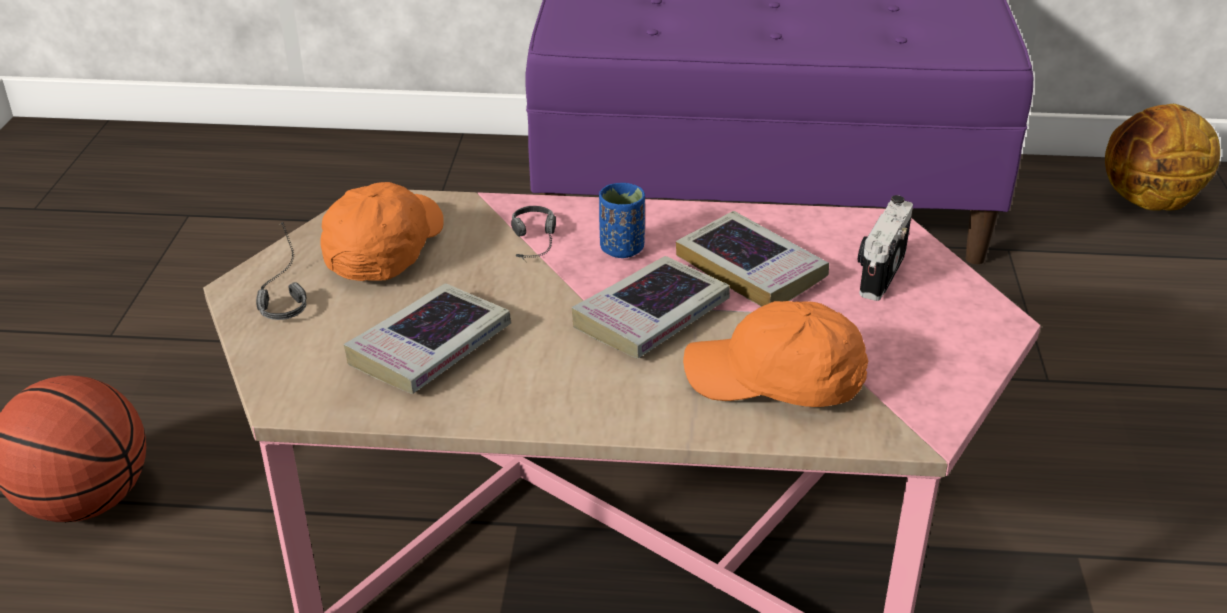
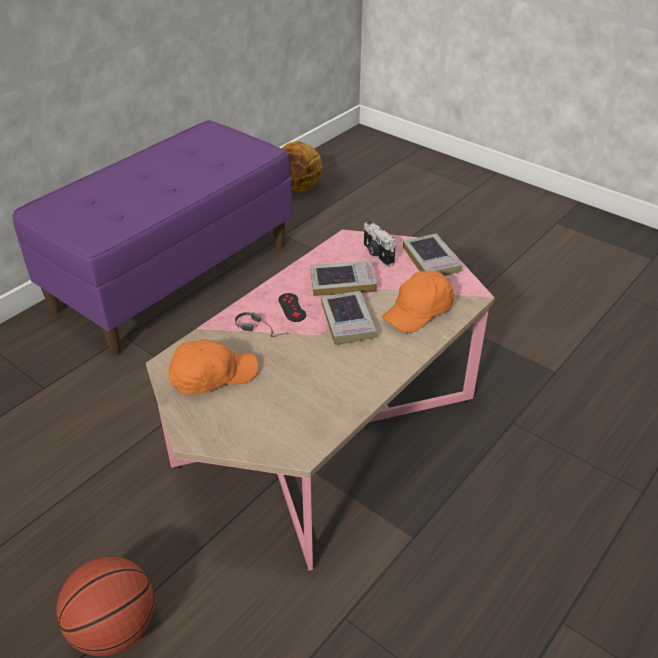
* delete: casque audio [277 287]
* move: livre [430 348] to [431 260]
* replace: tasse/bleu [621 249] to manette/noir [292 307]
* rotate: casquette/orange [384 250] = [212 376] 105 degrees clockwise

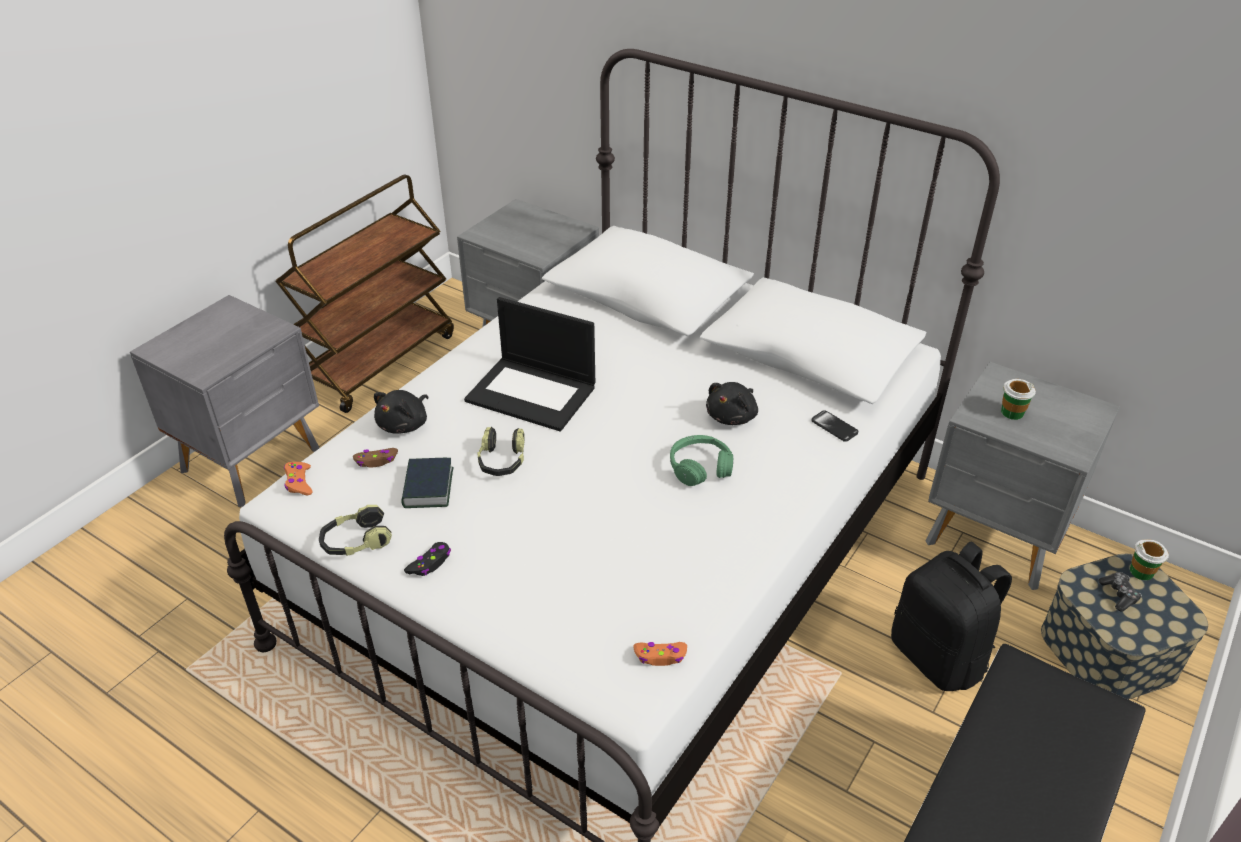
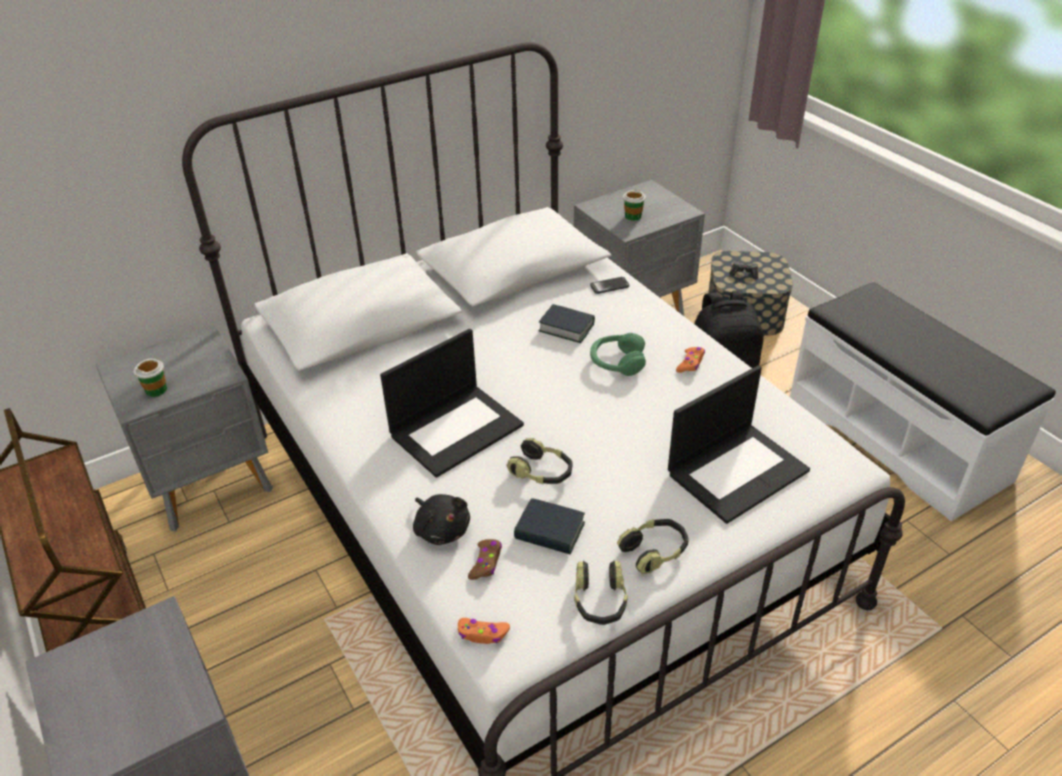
* insert: ordinateur portable [737 471]
* move: manette/orange [660 656] to [690 363]
* move: tasse [1141 572] to [156 390]
* replace: manette/noir [430 563] to casque audio [654 551]
* replace: peluche/noir [732 416] to livre [566 328]

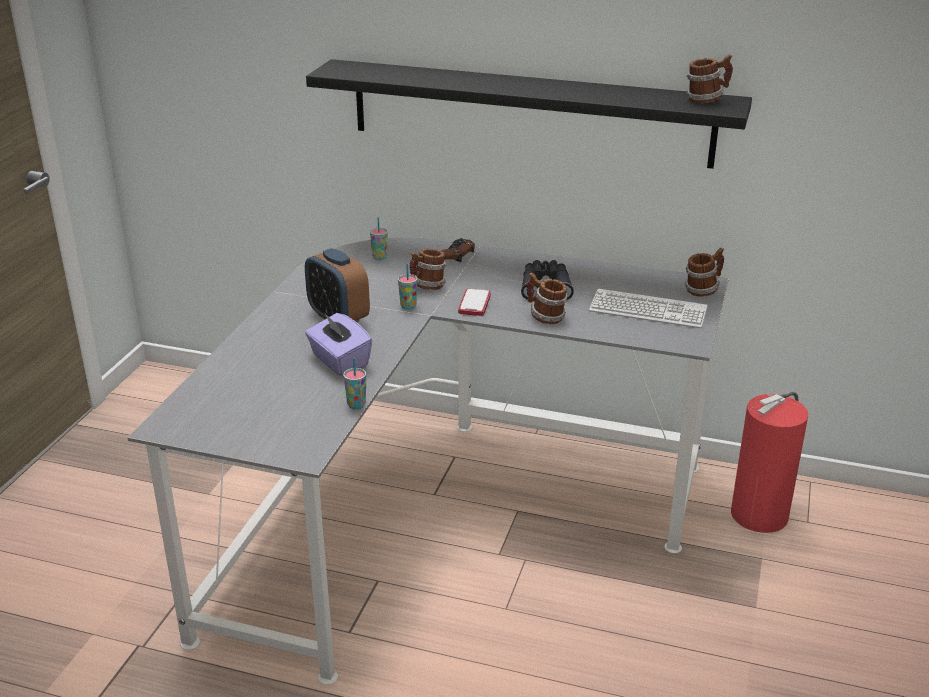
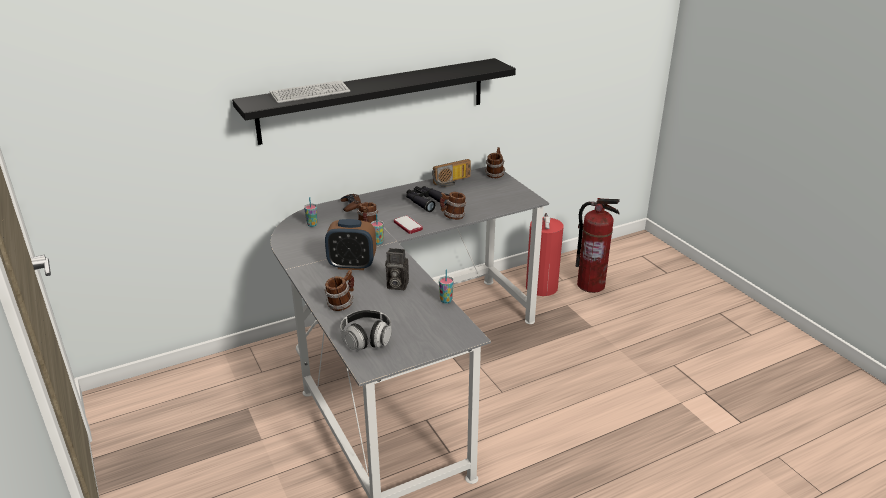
* insert: casque audio [366 339]
* insert: radio [452 182]
* insert: extincteur [590 285]
* move: clavier [647 310] to [310 93]
* move: mug [706 100] to [341 304]
* replace: boîte à mouchoirs/violet [339 361] to appareil photo [396 285]

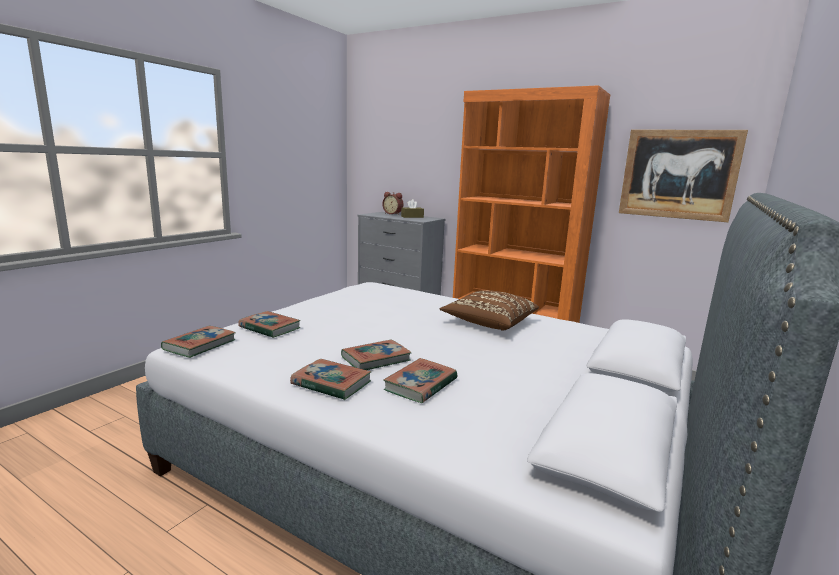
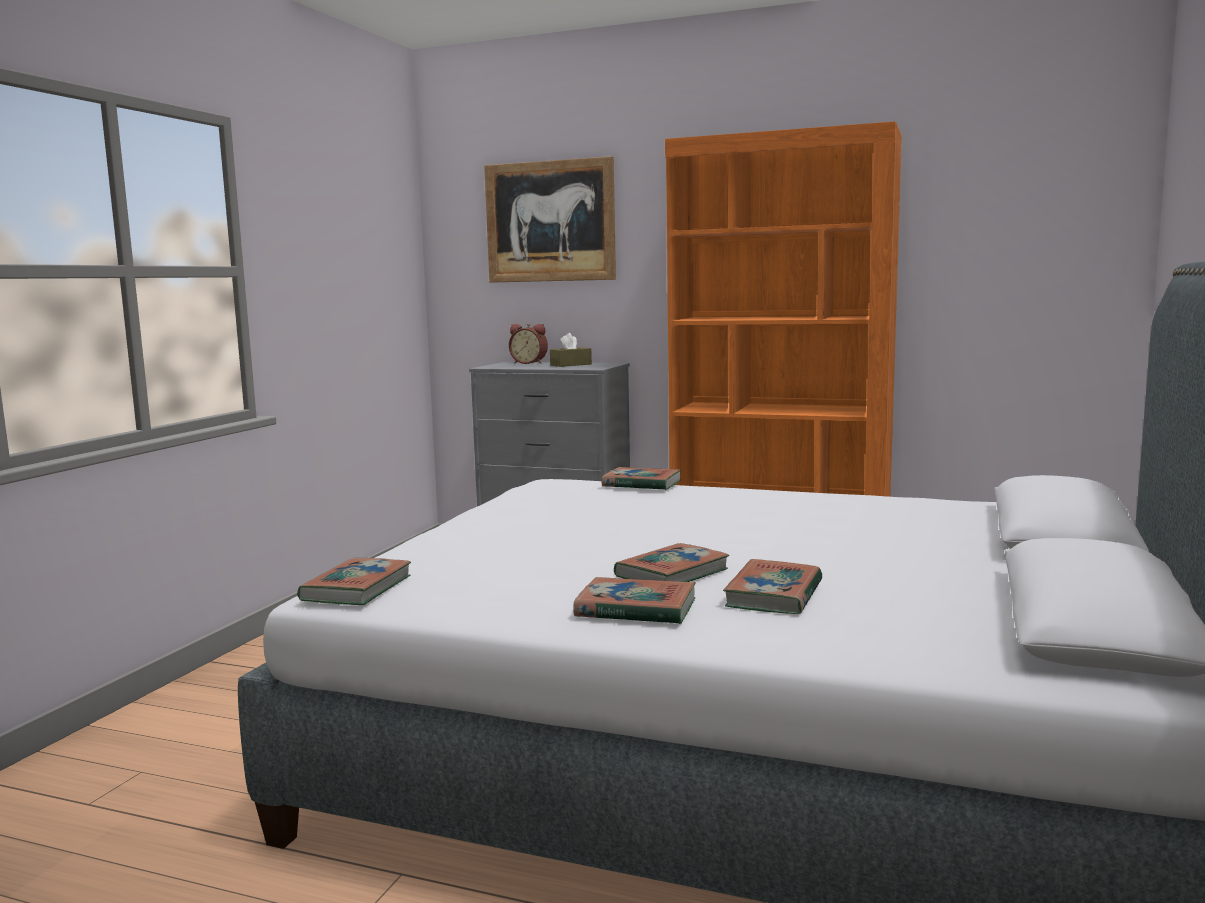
* delete: coussin/marron [489 323]
* move: livre [269 328] to [641 484]
* move: tableau [678 174] to [550 221]

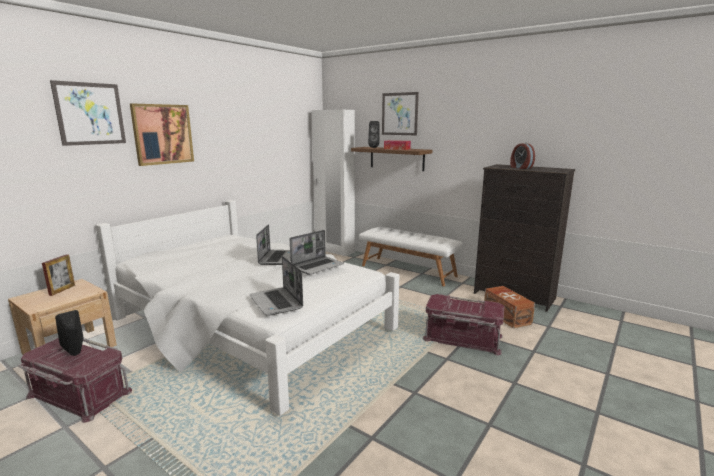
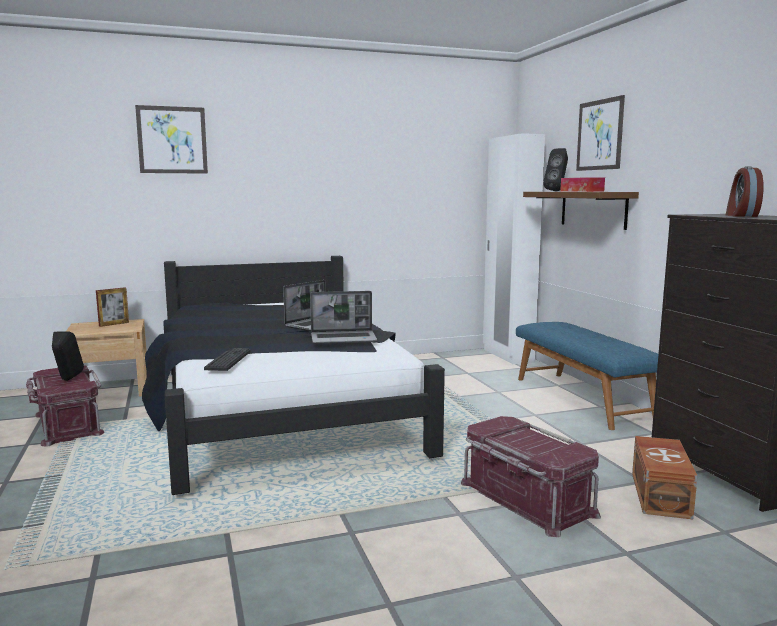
* delete: tableau [163 134]
* replace: ordinateur portable [277 302] to clavier [228 360]
* recolor: lit/blanc [251 326] to lit/noir [280 411]
* recolor: banc/blanc [408 270] to banc/bleu [582 399]

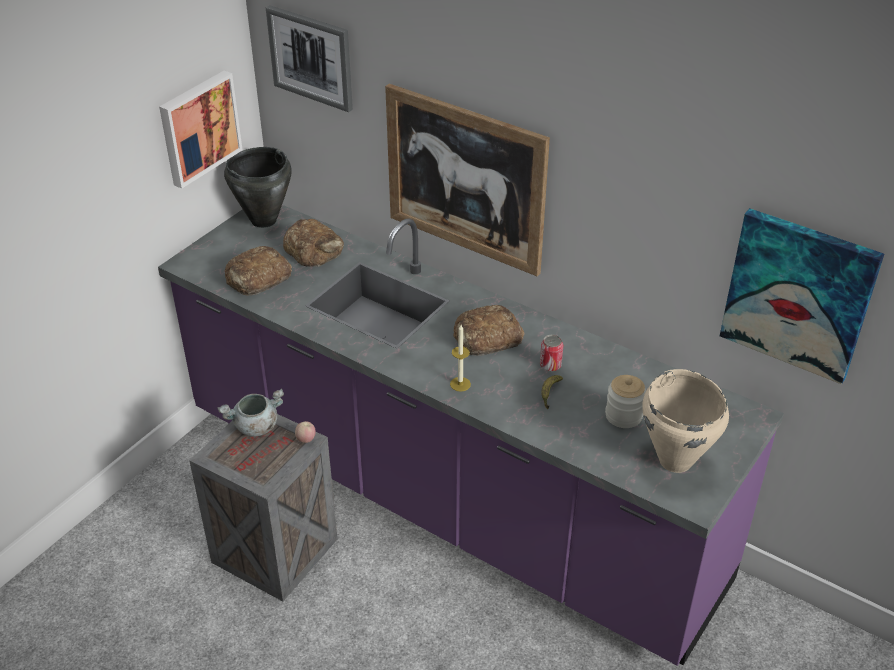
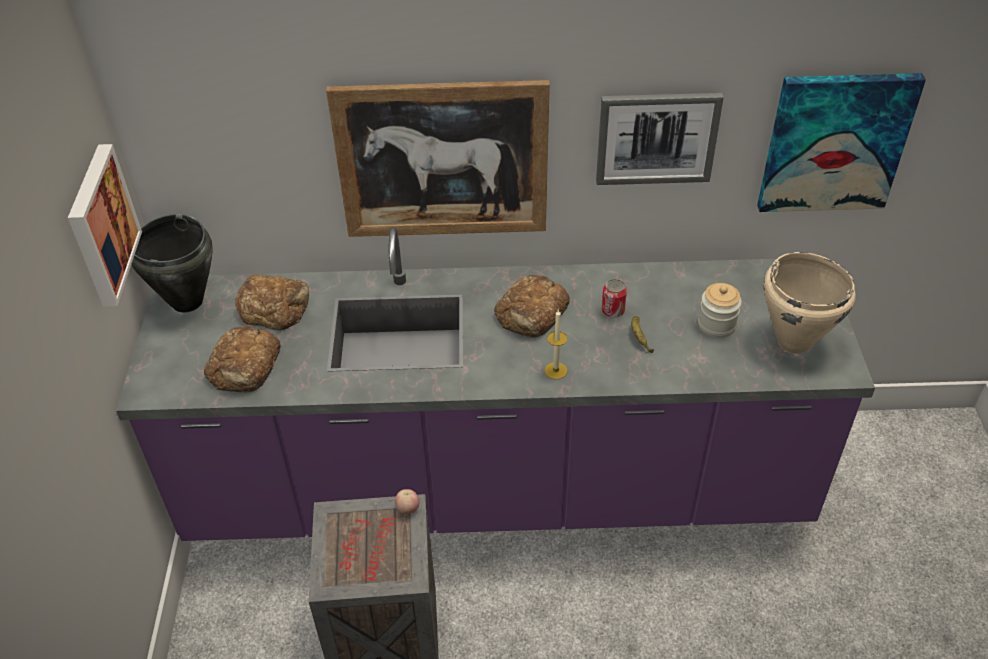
* delete: marmite/gris [255 427]
* move: tableau [311 57] to [656 138]

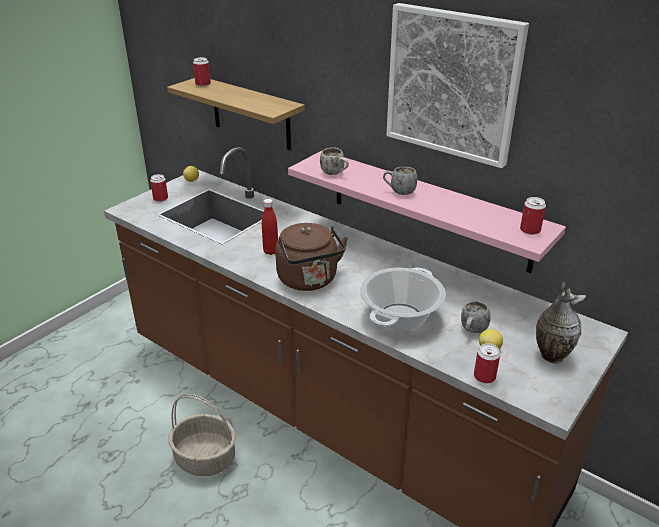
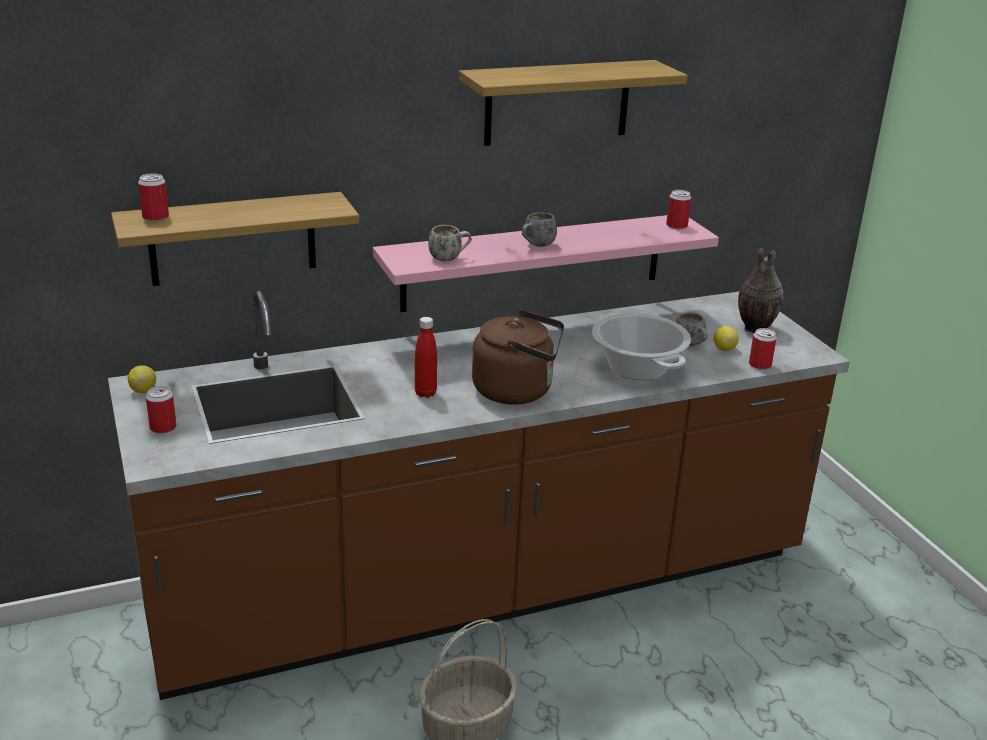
* replace: tableau [452 84] to étagère [557 102]

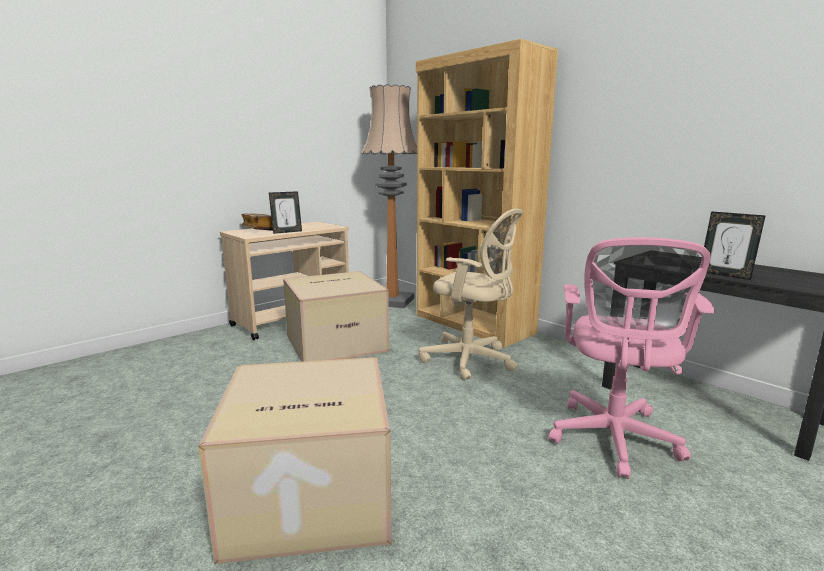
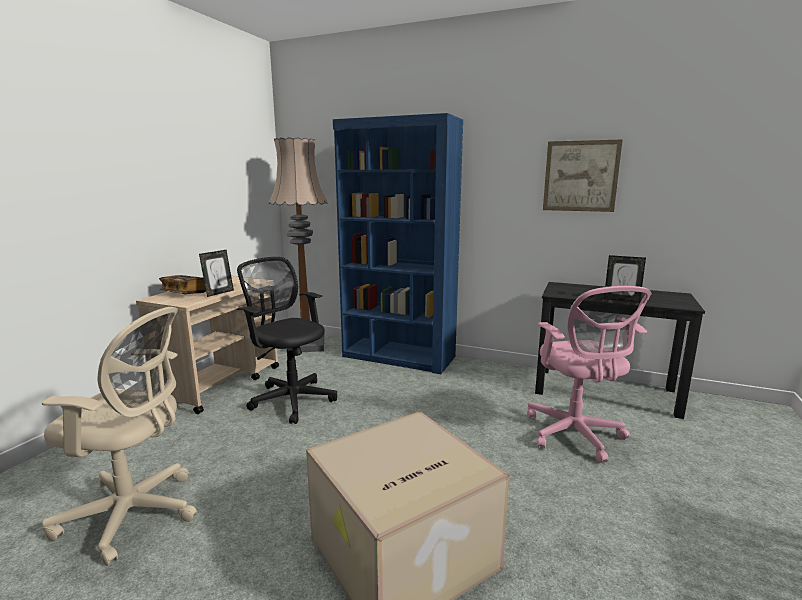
* insert: tableau [580 176]
* move: chaise de bureau/beige [471 360] to [135 514]
* replace: carton [337 342] to chaise de bureau/noir [291 399]
* recolor: bibliothèque/marron [473 324] to bibliothèque/bleu [398 357]

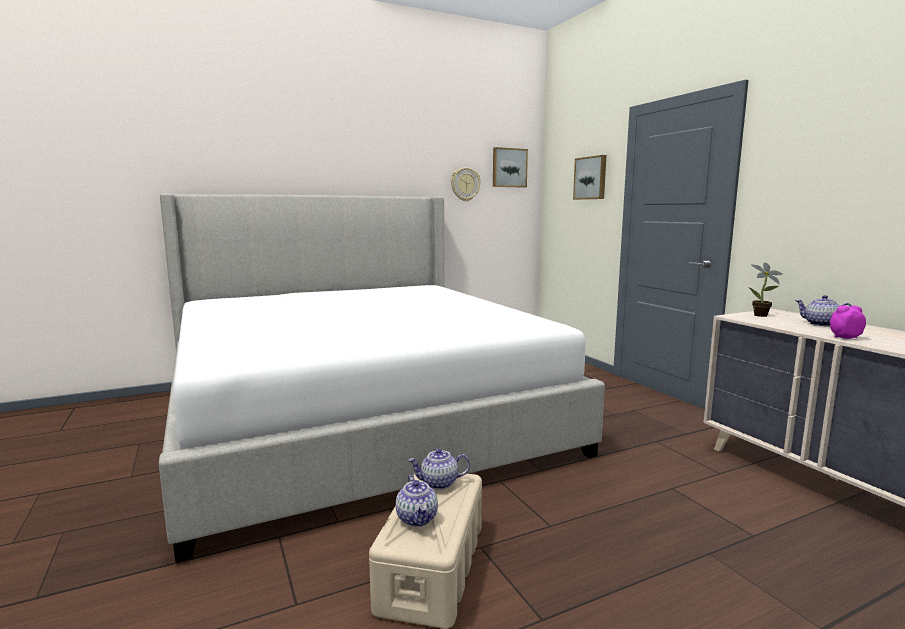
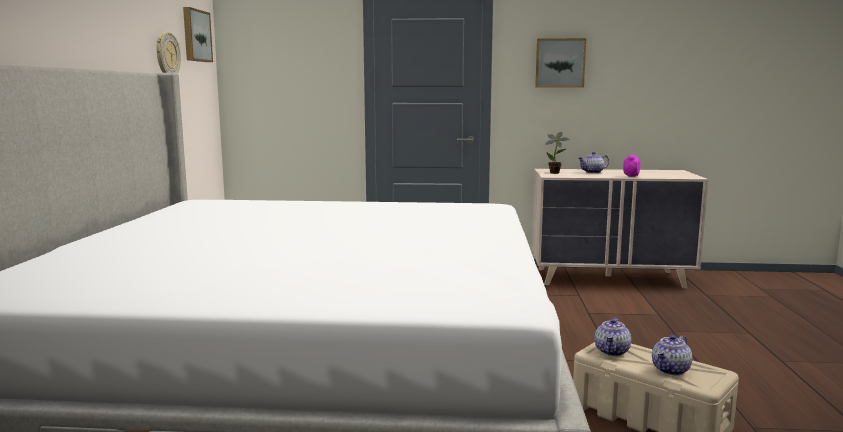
* move: tableau [591 178] to [560 63]
* rotate: théière [417 518] = [671 370] 120 degrees clockwise

